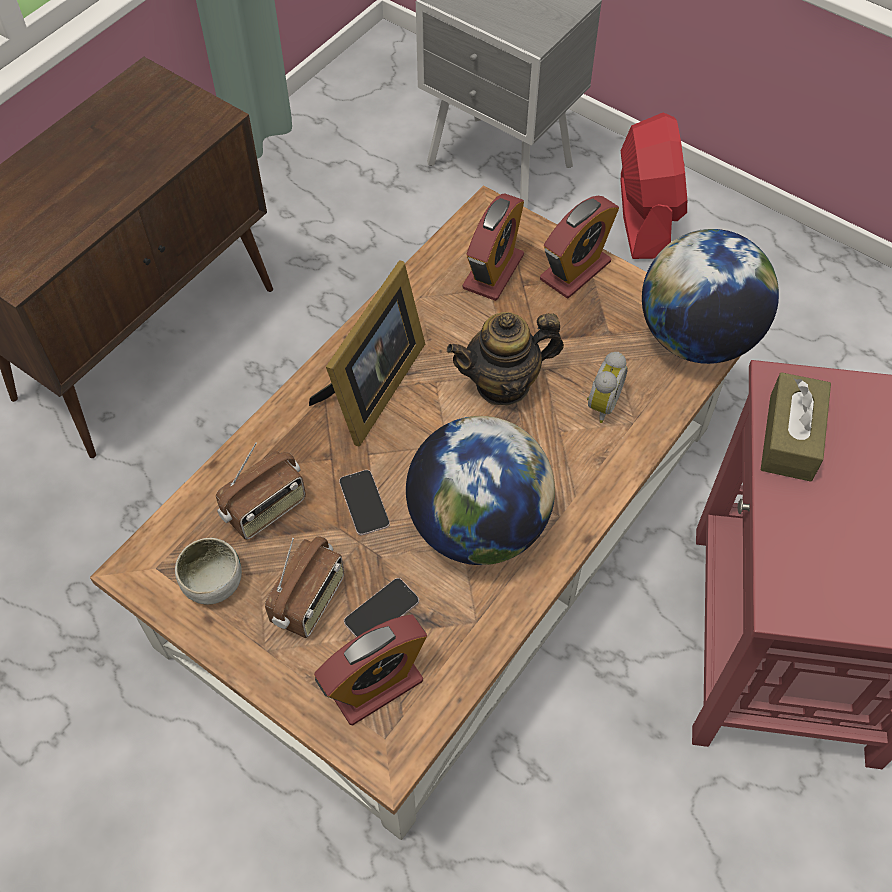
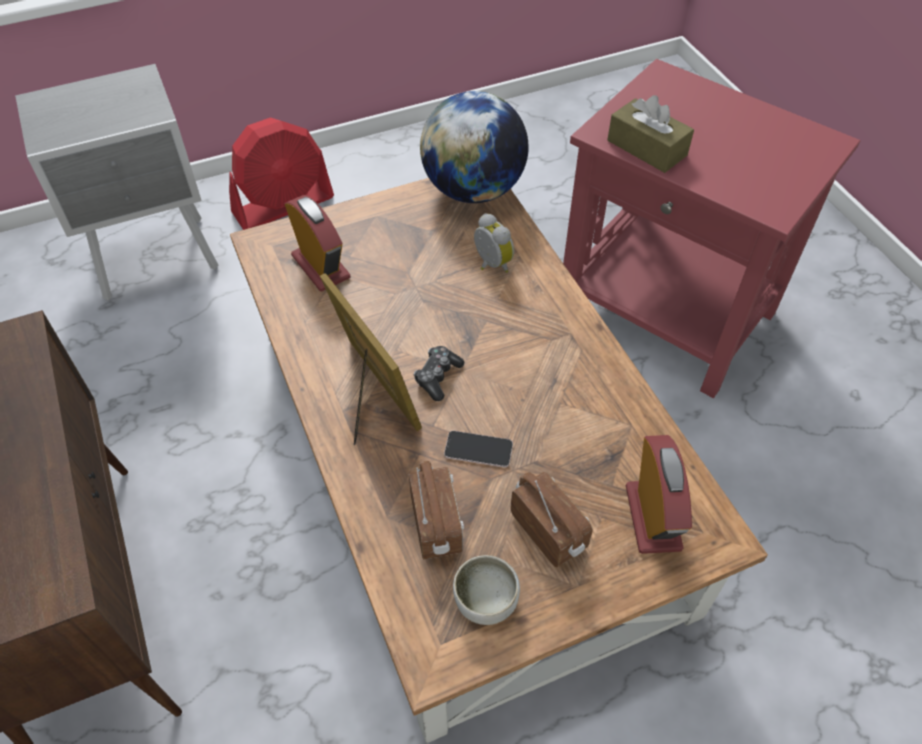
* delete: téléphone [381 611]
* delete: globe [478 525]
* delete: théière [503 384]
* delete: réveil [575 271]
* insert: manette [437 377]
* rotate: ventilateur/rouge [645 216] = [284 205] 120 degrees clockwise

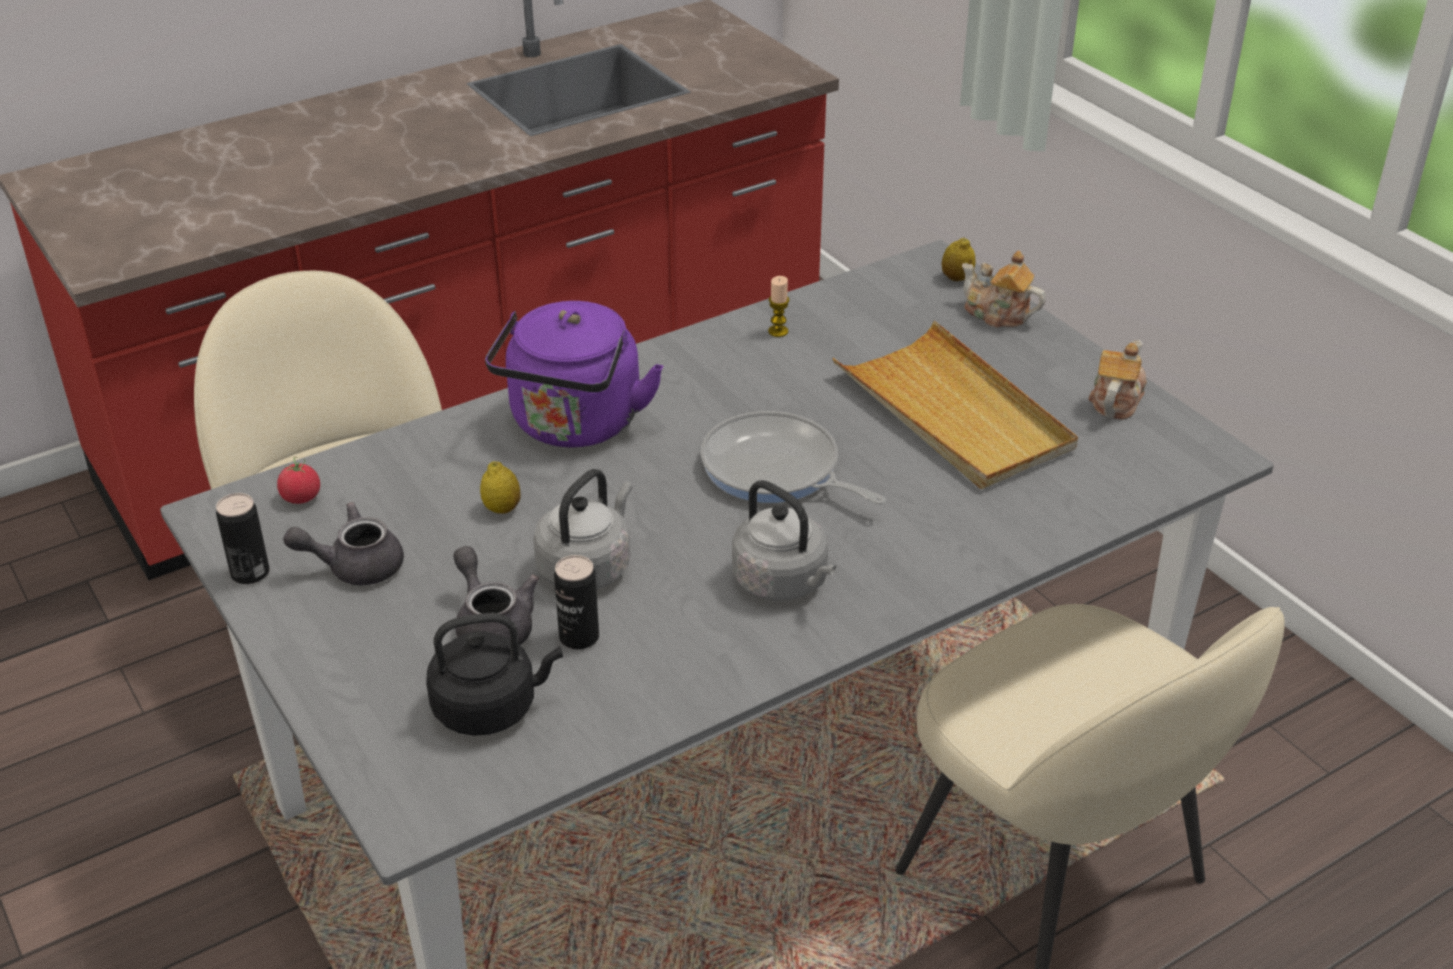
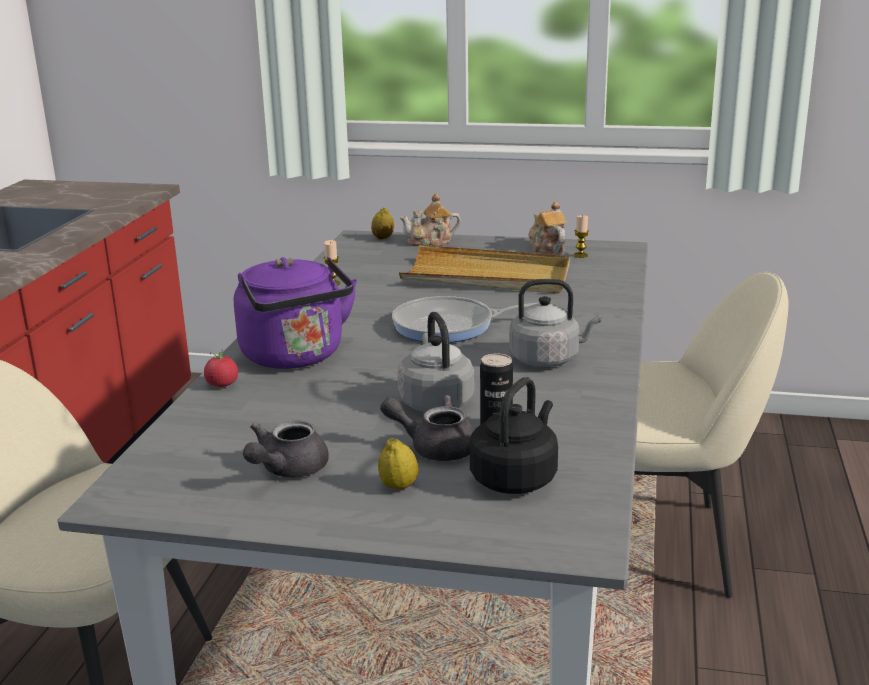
* delete: boîte métallique [250 573]
* insert: bougie [580 255]
* move: tomate [301 497] to [222 384]
* move: citron [502 509] to [398 486]

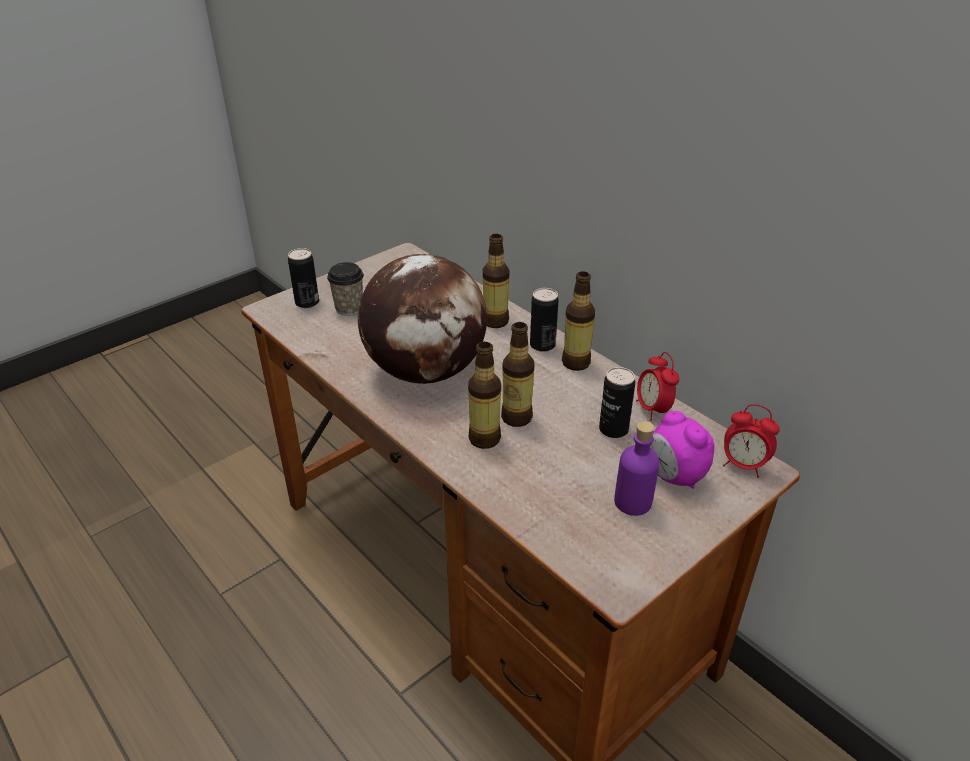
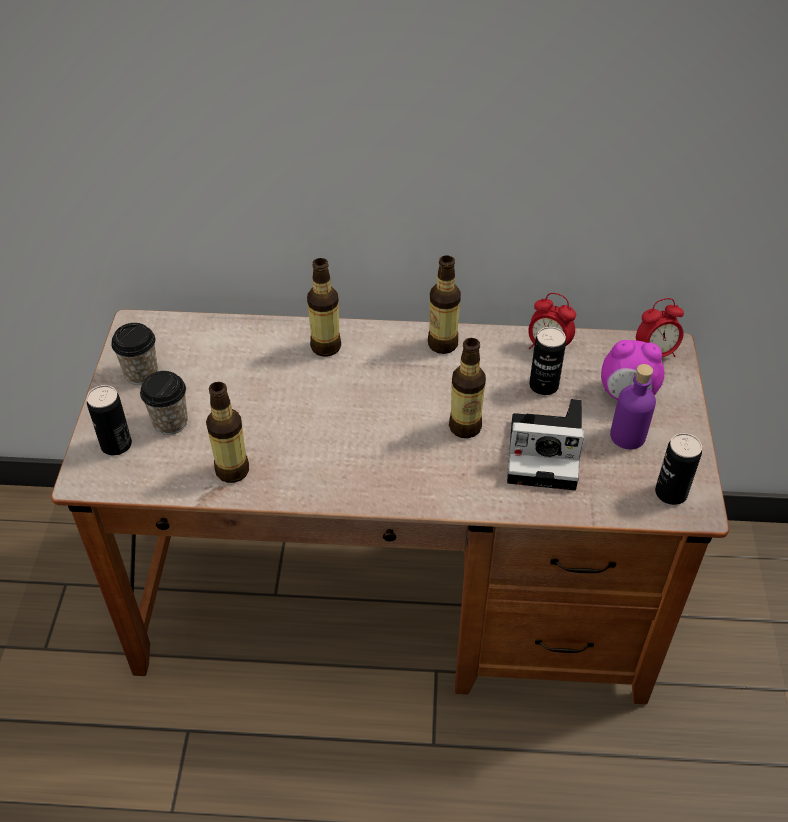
* delete: globe [426 371]
* insert: tasse [141 373]
* insert: appareil photo [547 453]
* move: bouteille [484 439] to [232 471]
* move: boîte métallique [542 345] to [670 493]

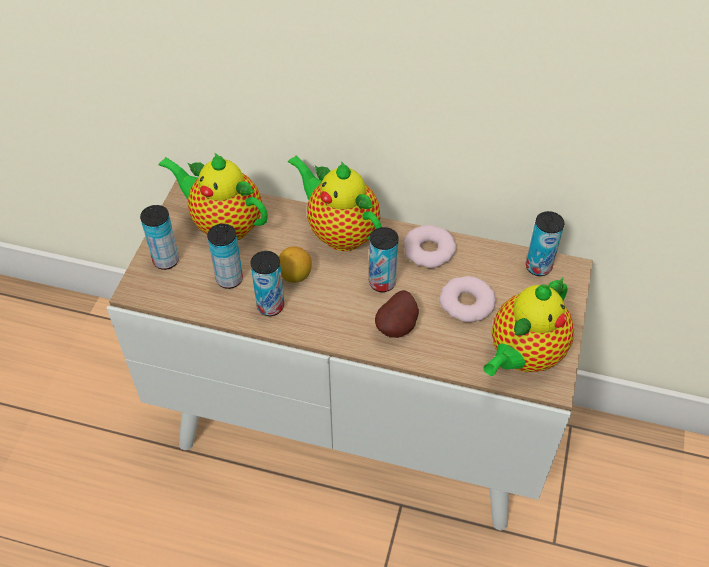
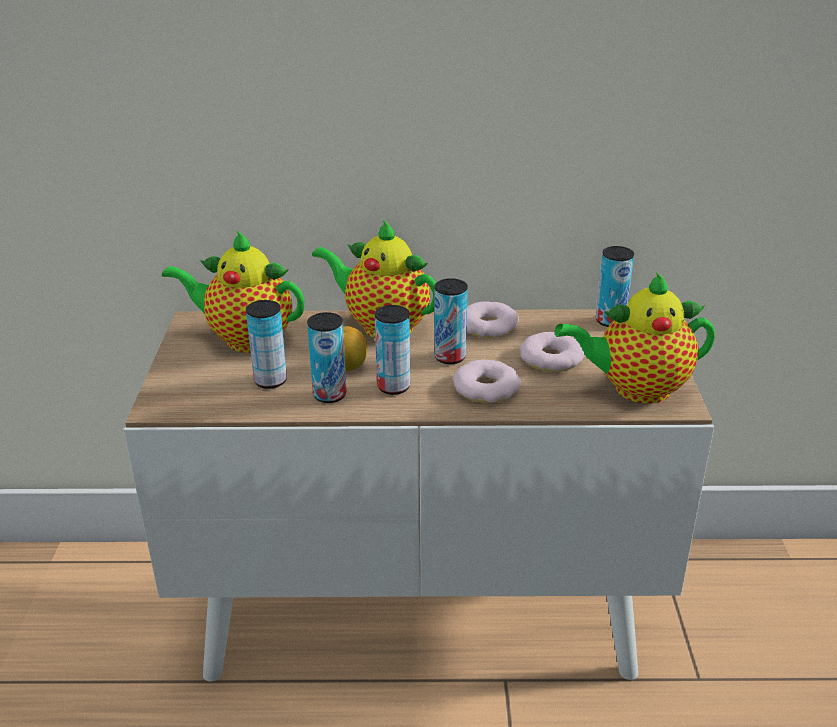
* move: boîte métallique [166 260] to [393 387]
* replace: pomme de terre [398 327] to beignet [486 388]
* rotate: théière [523 356] = [635 389] 60 degrees clockwise

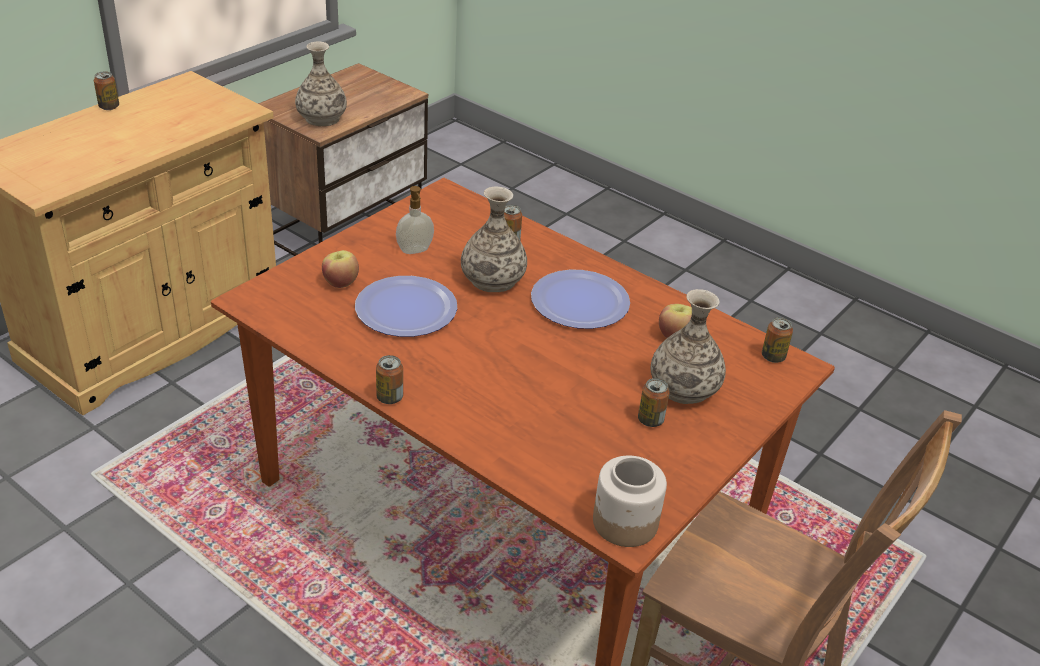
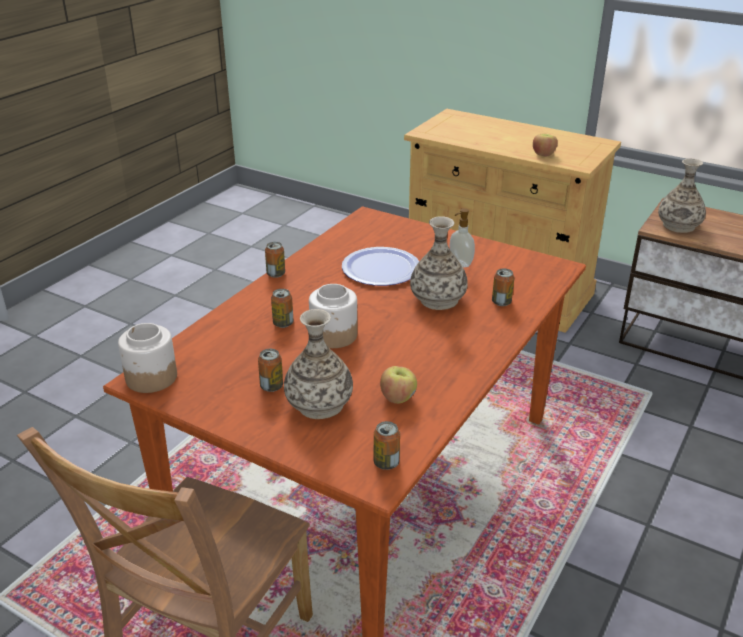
* delete: assiette [579 301]
* insert: bocal [334 335]
* move: boîte métallique [109 107] to [283 323]
* move: pomme [340 282] to [543 154]

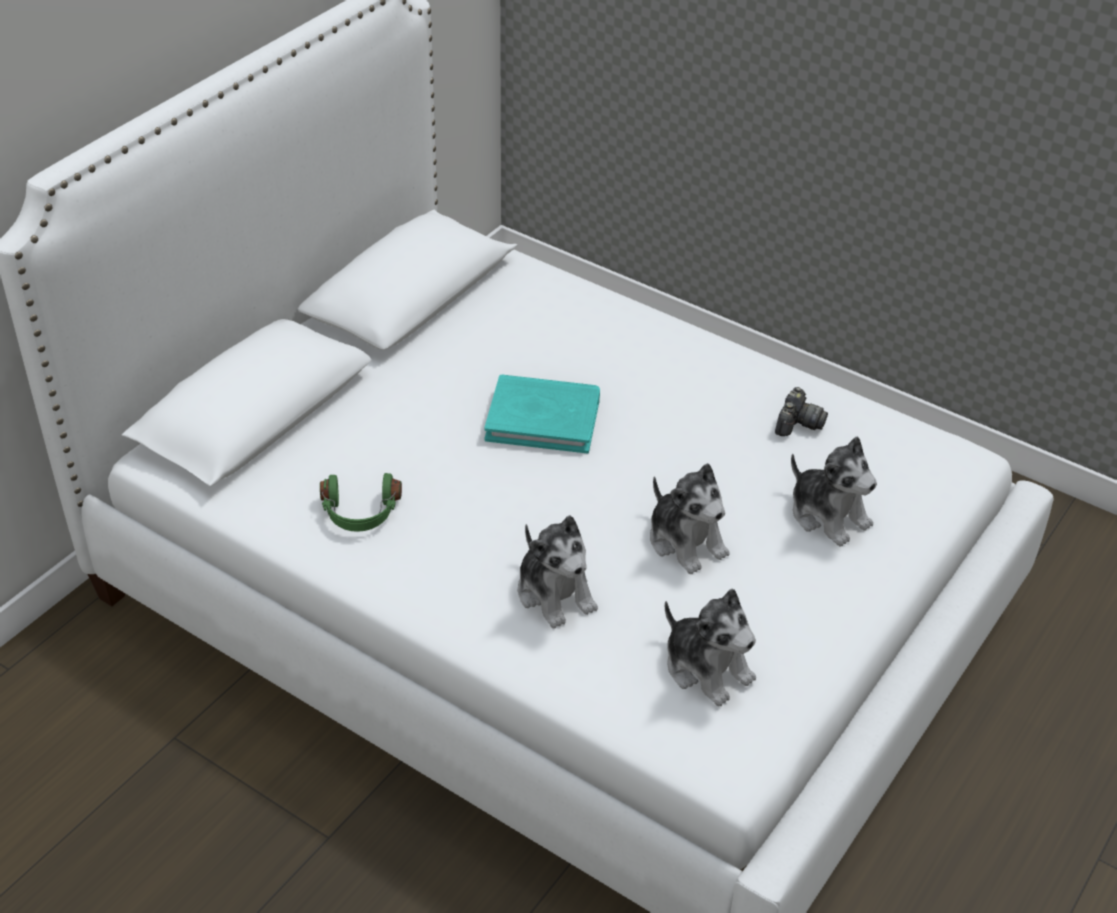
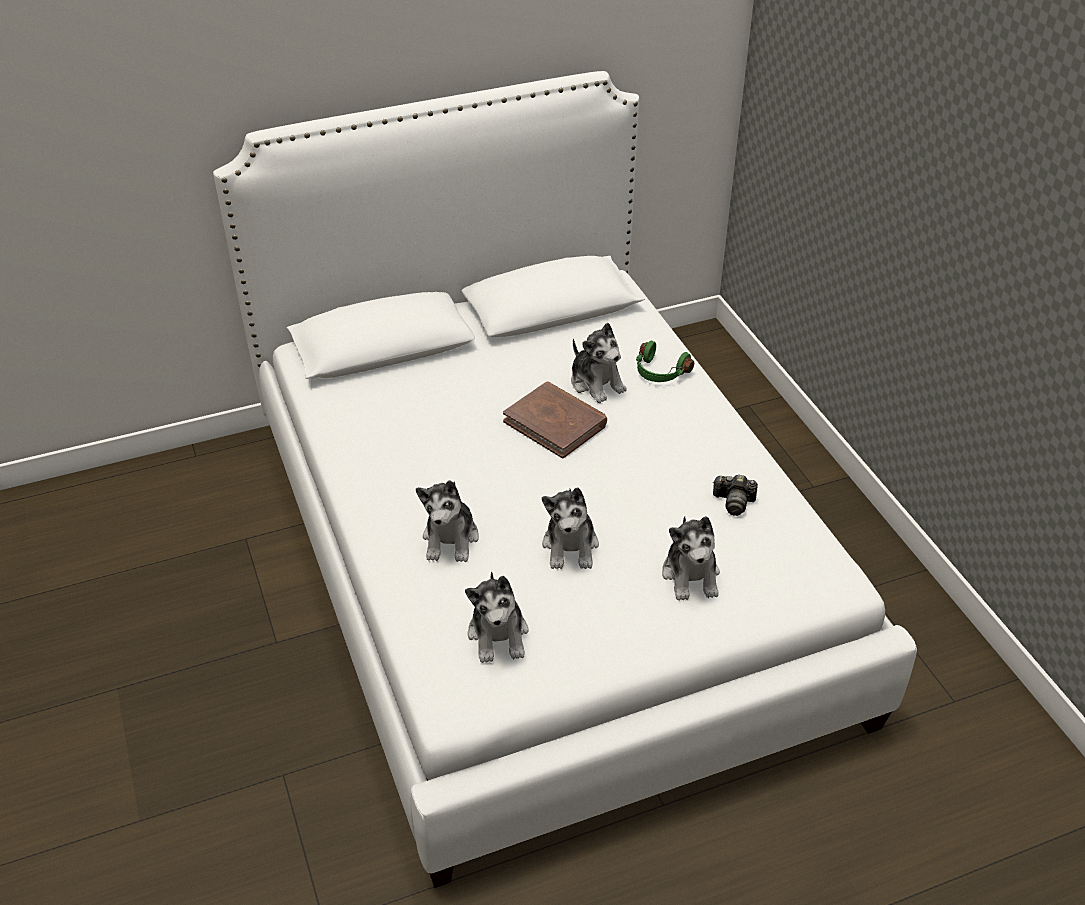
* insert: peluche [596 383]
* move: casque audio/vert [360 514] to [659 372]
* recolor: livre/turquoise [543 418] to livre/marron [555 423]
* rotate: appareil photo [797 424] = [733 502] 45 degrees clockwise

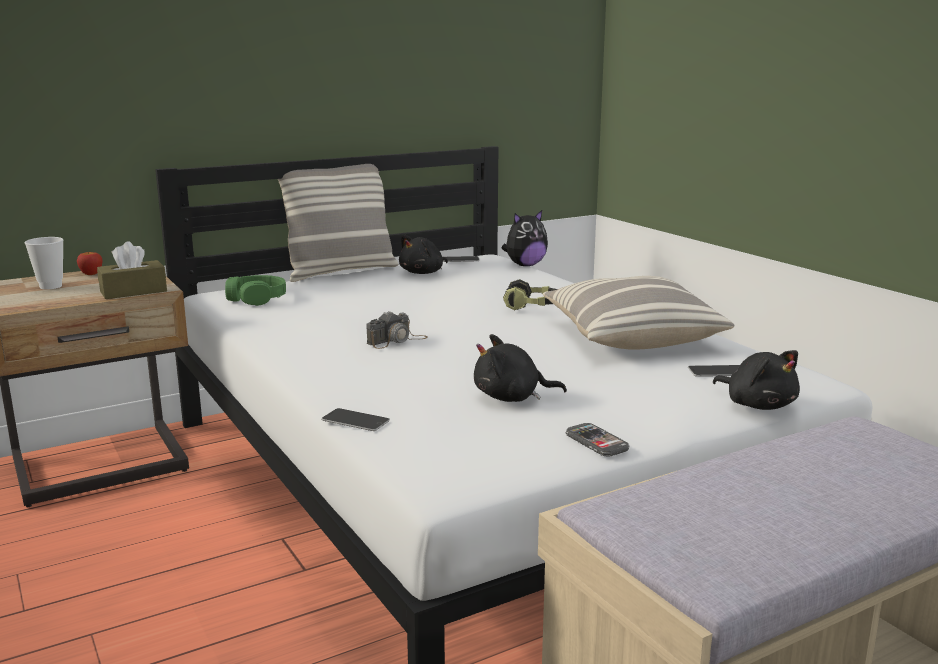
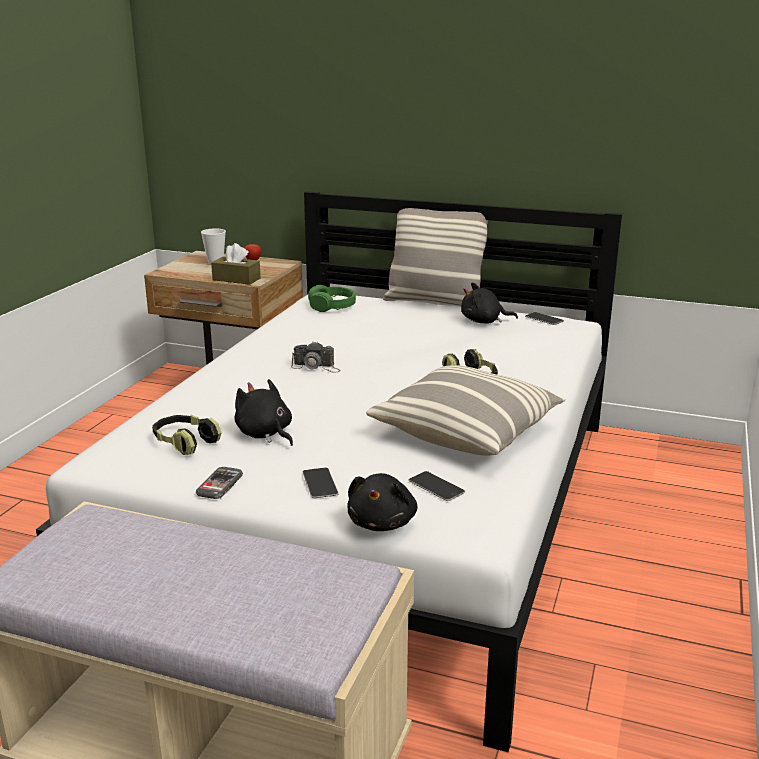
* delete: peluche [525 265]
* insert: casque audio [185 443]
* move: téléphone [355 420] to [320 483]

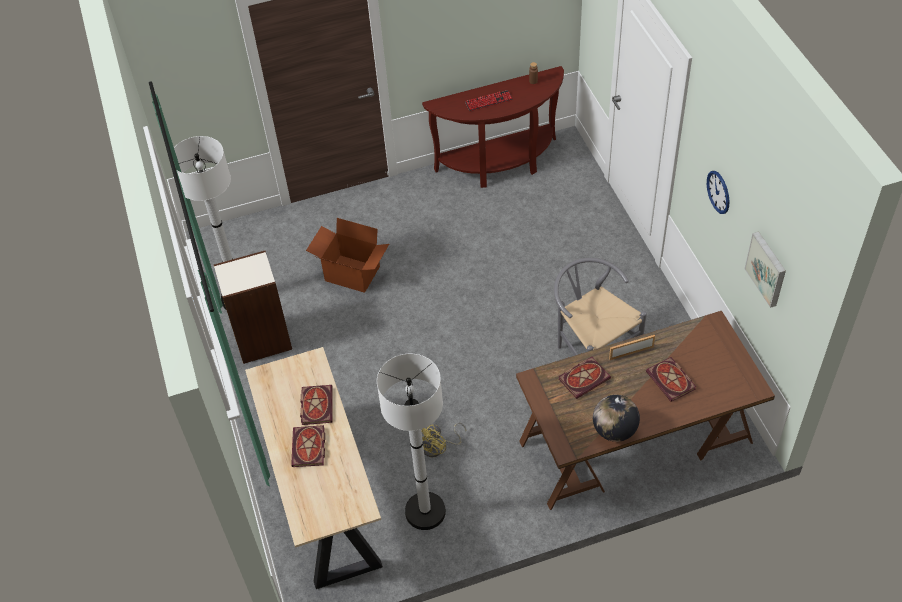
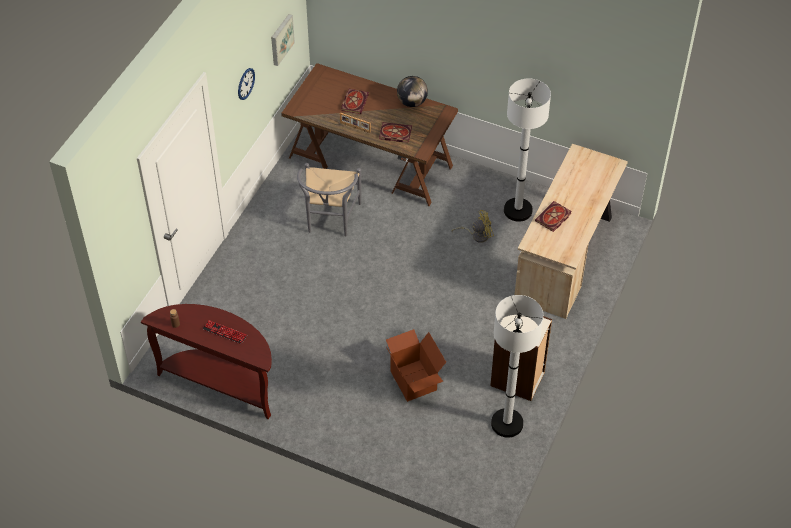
* delete: livre [309 448]

